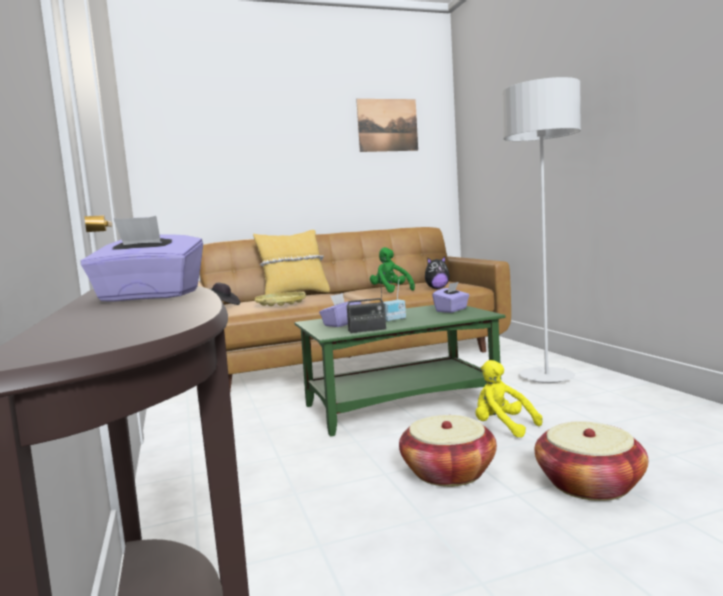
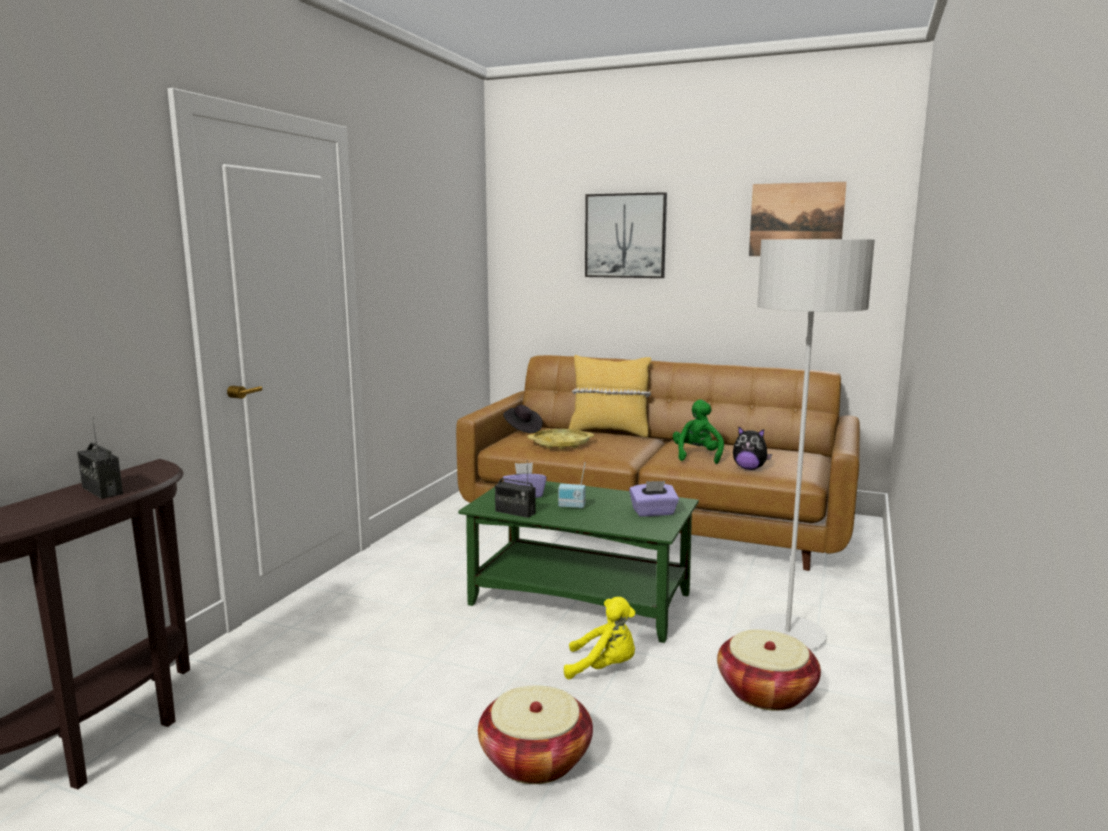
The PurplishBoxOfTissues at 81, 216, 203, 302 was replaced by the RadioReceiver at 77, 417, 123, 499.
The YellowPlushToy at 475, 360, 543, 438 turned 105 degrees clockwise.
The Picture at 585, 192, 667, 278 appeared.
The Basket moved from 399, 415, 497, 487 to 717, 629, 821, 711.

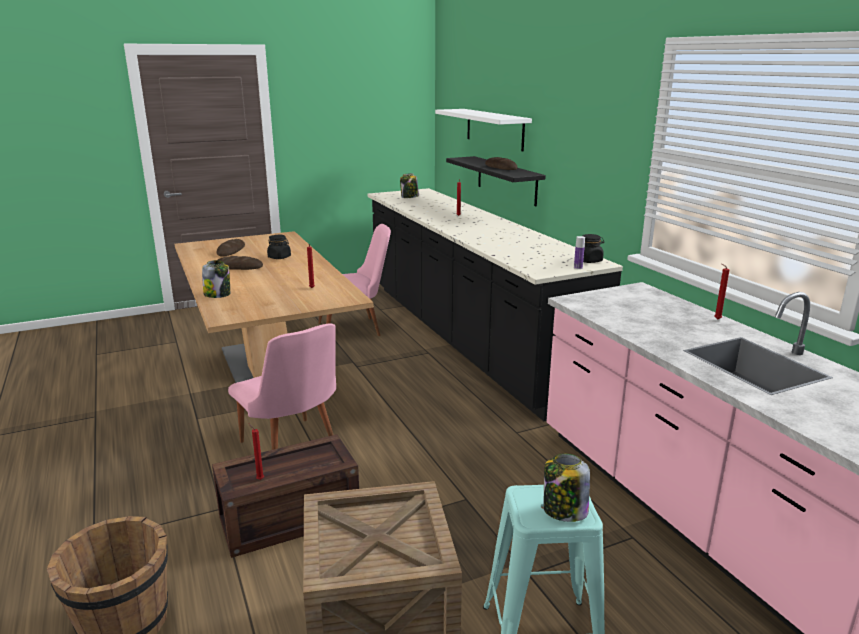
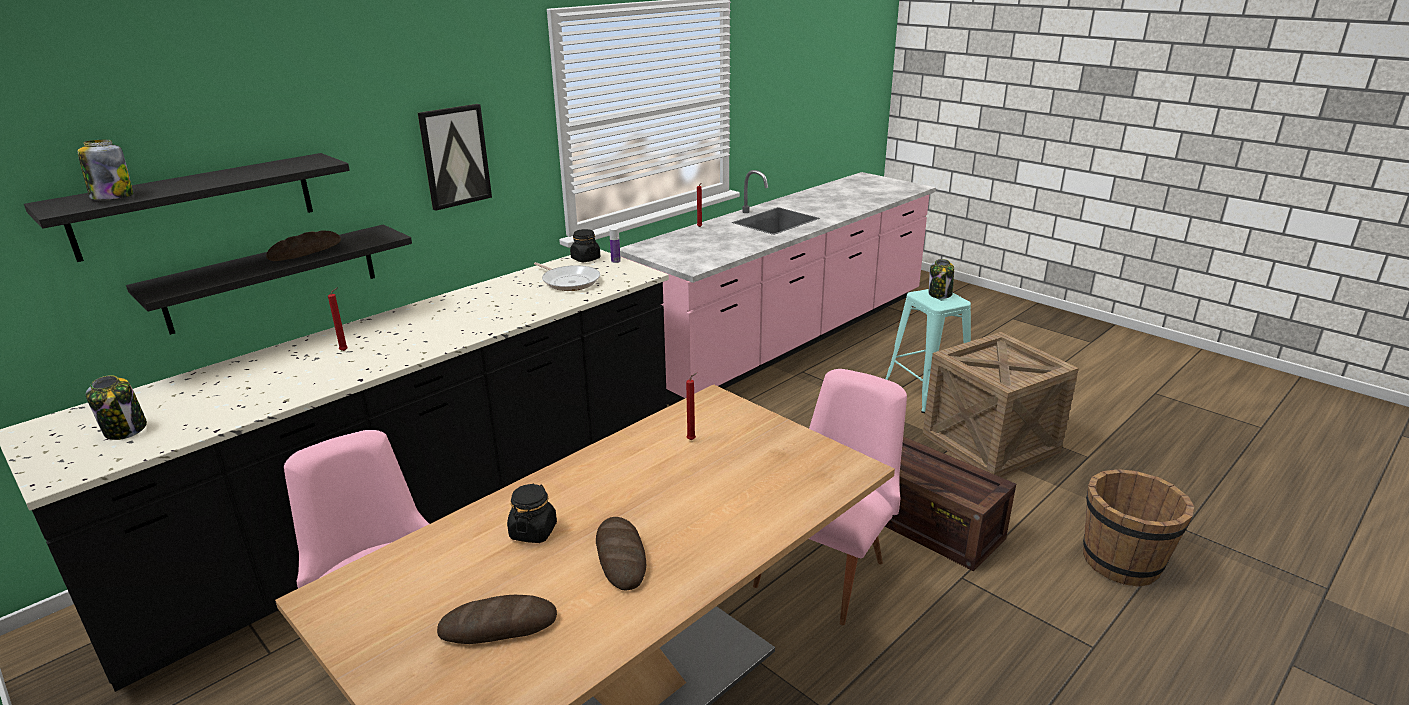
The WhiteShelf at 435, 109, 532, 151 became the BlackishShelf at 24, 153, 350, 262.
The Jar moved from 202, 260, 230, 298 to 78, 140, 133, 200.
The Picture at 418, 104, 492, 211 appeared.
The Skillet at 534, 262, 600, 291 appeared.
The ReddishCandle at 249, 424, 264, 480 disappeared.

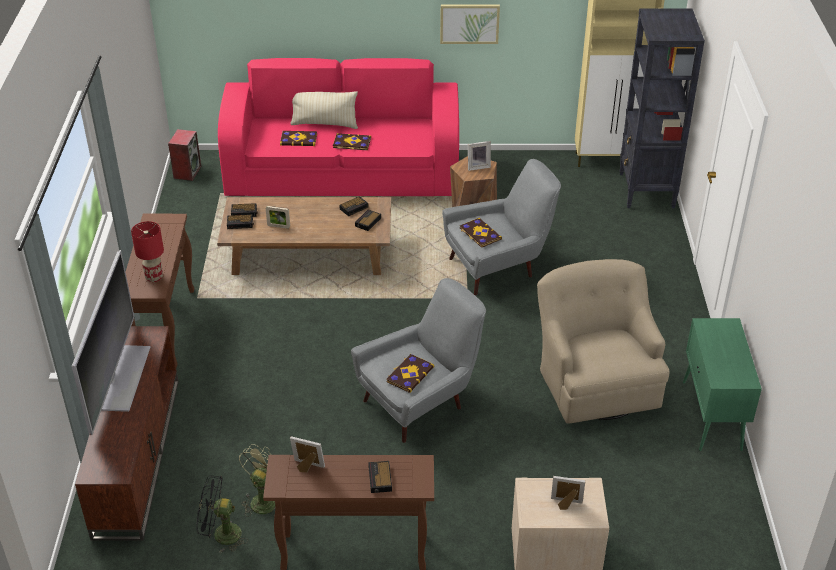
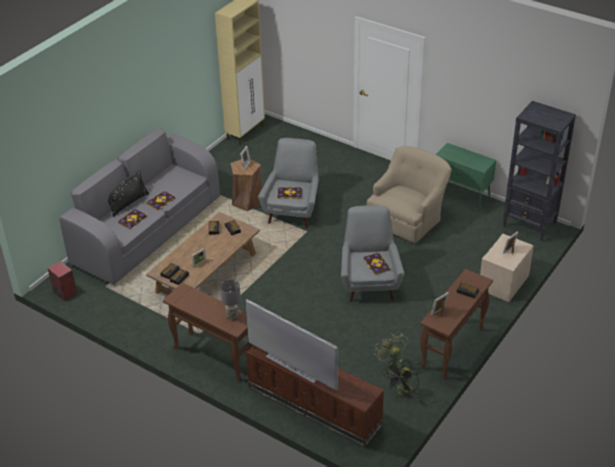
The PinkCouch at 218, 58, 459, 196 became the GreyCouch at 60, 128, 220, 284.
The SandColouredThrowPillow at 290, 91, 358, 129 became the BlackishThrowPillow at 108, 170, 149, 217.
The ReddishTableLamp at 131, 221, 164, 282 became the GreyTableLamp at 220, 279, 241, 319.
The SandColouredArmchair at 537, 259, 669, 423 turned 105 degrees clockwise.
The BlackishBookcase moved from 619, 8, 705, 208 to 503, 101, 576, 241.
The Picture at 440, 5, 500, 44 disappeared.

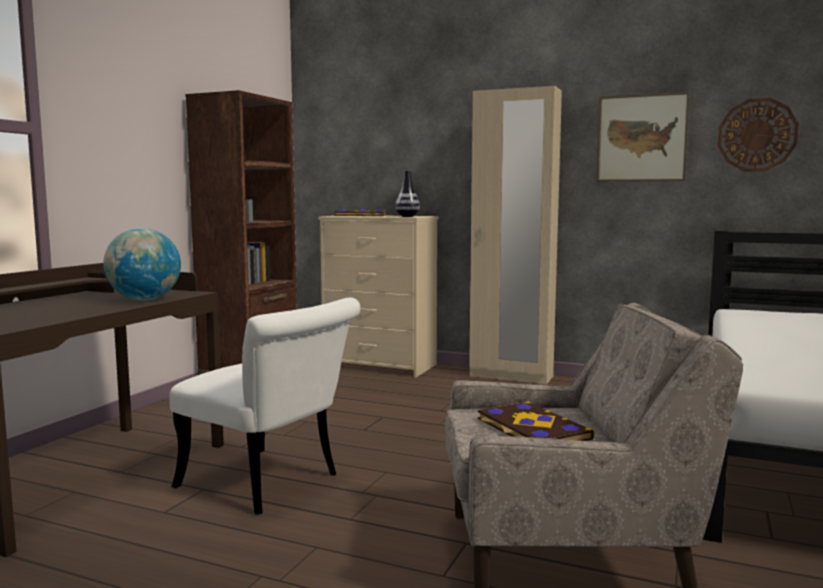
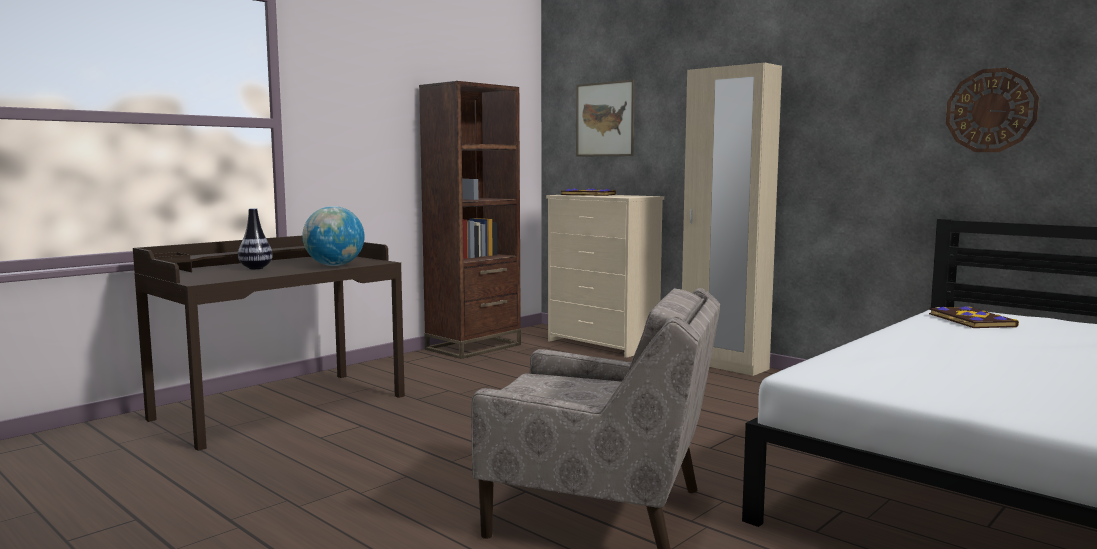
The FlowerVase moved from 395, 170, 420, 217 to 238, 208, 273, 269.
The Picture moved from 596, 92, 690, 182 to 576, 80, 635, 157.
The BoundBook moved from 478, 401, 594, 441 to 929, 306, 1019, 328.
The WhiteUprightChair at 169, 298, 361, 514 disappeared.

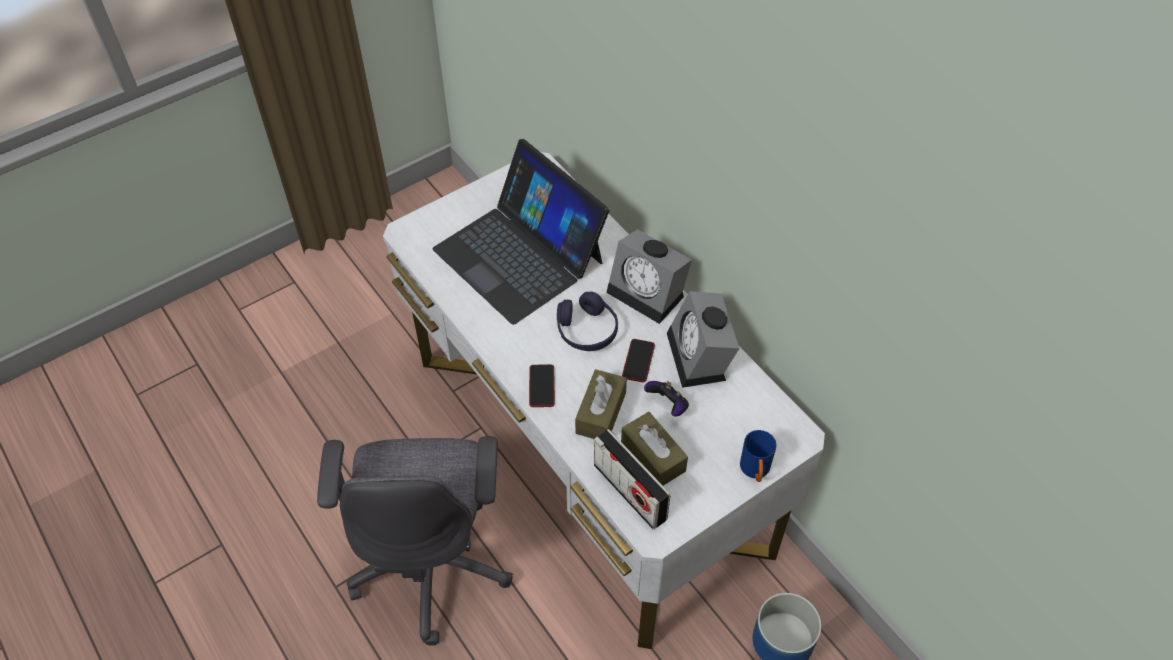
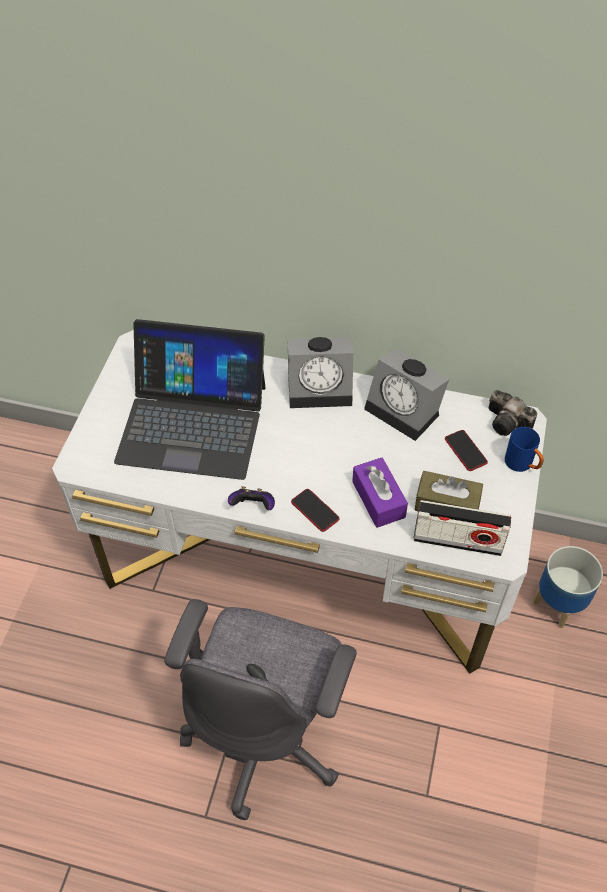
The GreyDeskChair at 317, 436, 513, 646 turned 60 degrees clockwise.
The Gamepad moved from 644, 381, 689, 417 to 228, 486, 275, 510.
The BrownColouredBoxOfTissues at 575, 369, 627, 439 became the PurplishBoxOfTissues at 352, 458, 408, 528.
The Handset moved from 622, 339, 655, 382 to 445, 430, 488, 471.
The StillCamera at 489, 390, 537, 436 appeared.
The PurplishHeadset at 557, 292, 618, 351 disappeared.

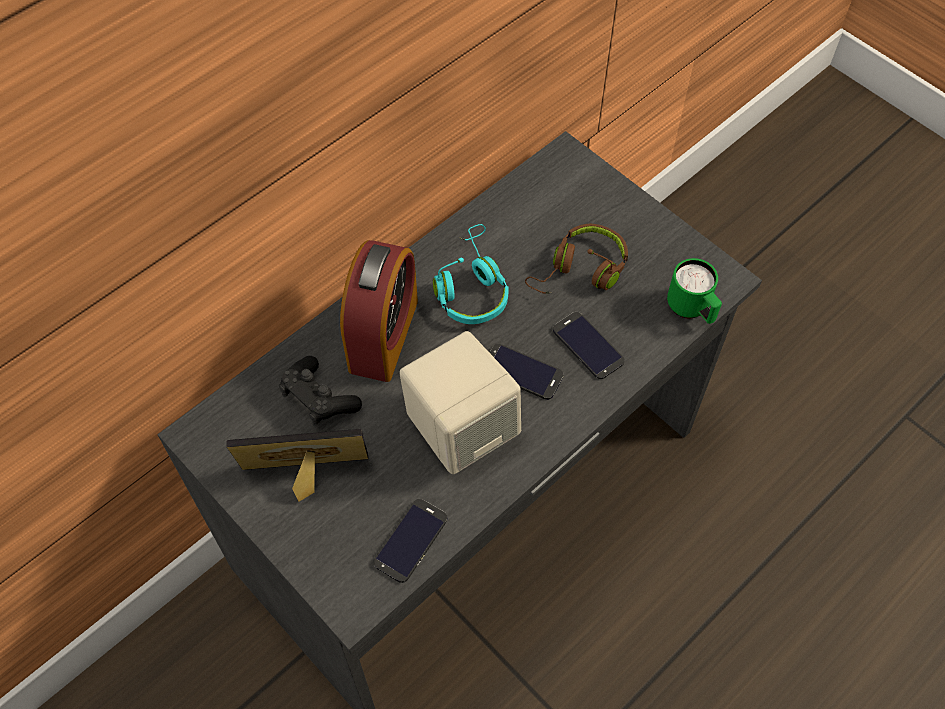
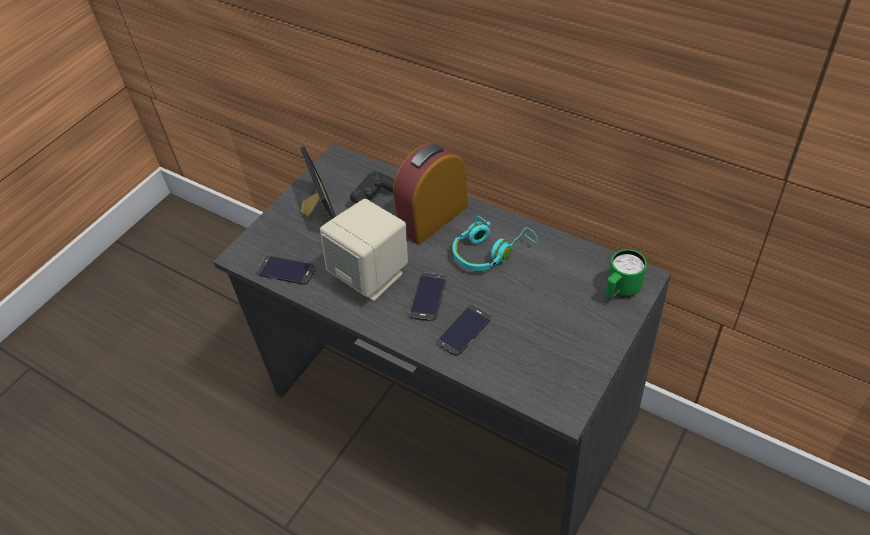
The AlarmClock at 340, 240, 418, 382 turned 135 degrees clockwise.
The GreenishMug moved from 667, 258, 722, 324 to 606, 249, 647, 298.
The BrownColouredHeadset at 525, 224, 628, 294 disappeared.

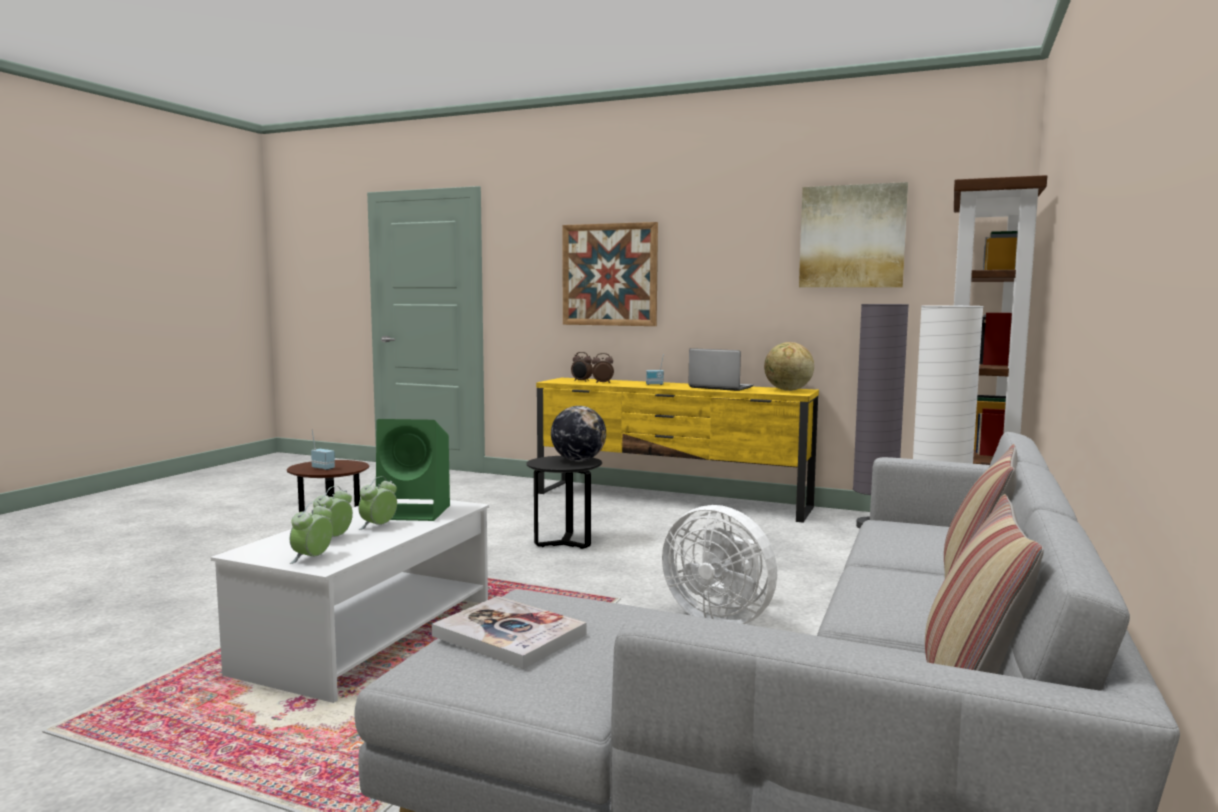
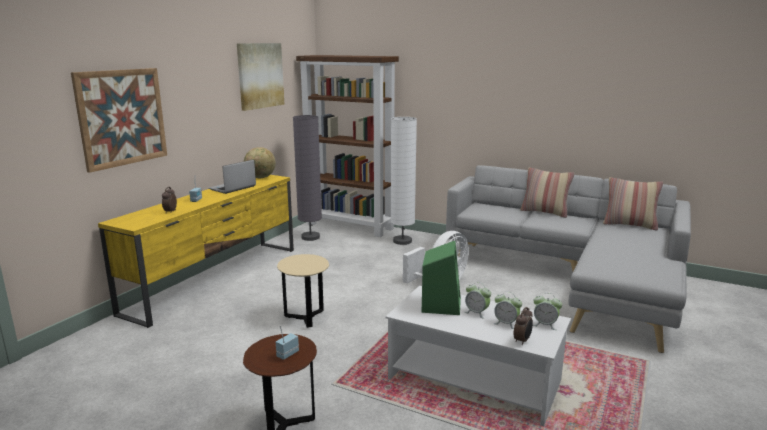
The BlackishSideTable at 526, 456, 602, 549 became the SandColouredSideTable at 277, 254, 329, 328.
The AlarmClock moved from 571, 352, 593, 382 to 514, 307, 533, 345.
The BoundBook at 432, 596, 587, 669 disappeared.
The WorldGlobe at 551, 406, 606, 461 disappeared.

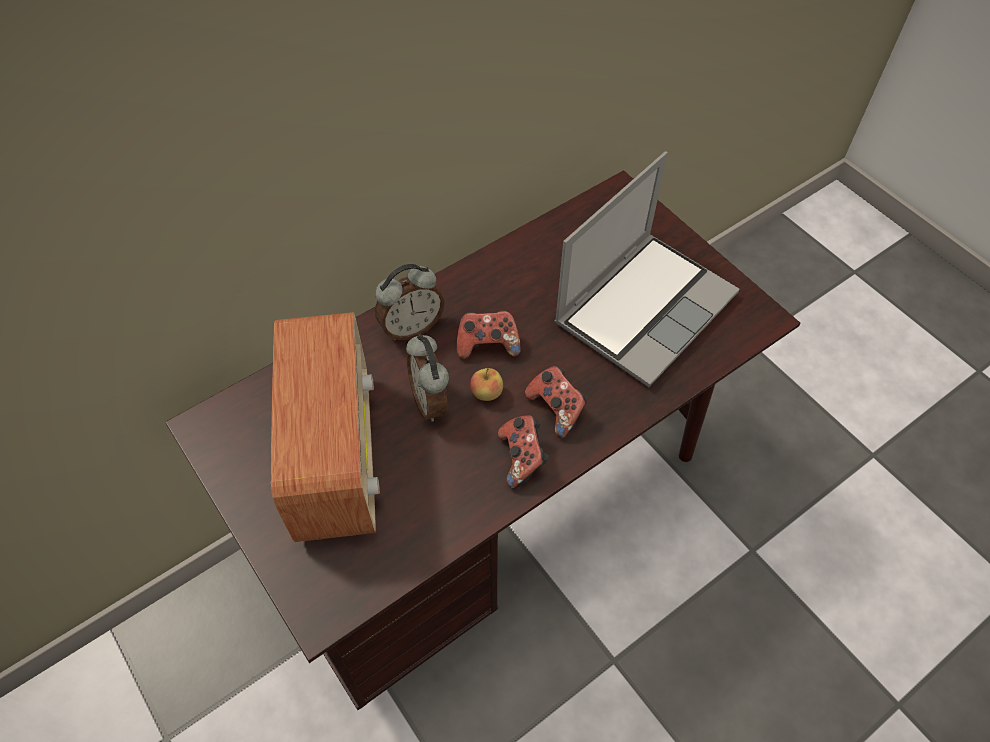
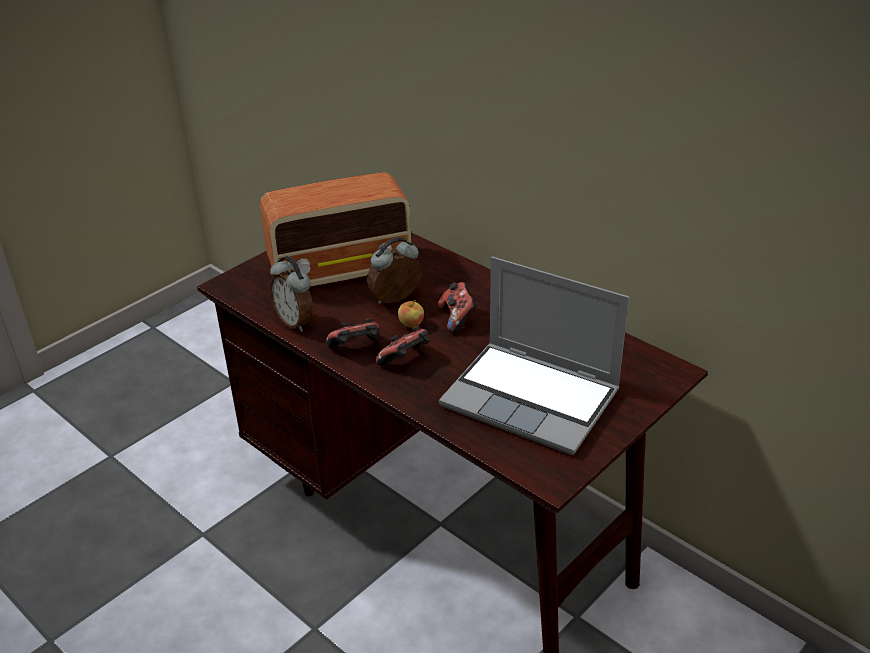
The AlarmClock moved from 375, 264, 444, 340 to 269, 256, 313, 332.

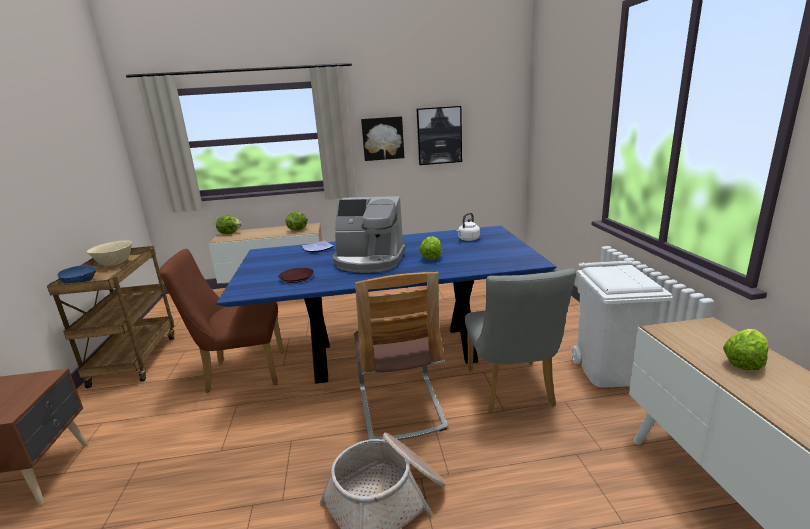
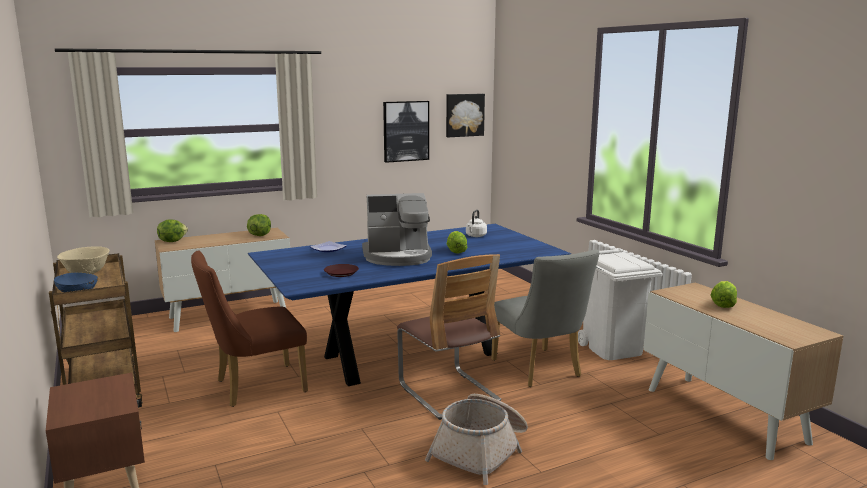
The Picture moved from 361, 116, 404, 161 to 446, 94, 485, 137.

